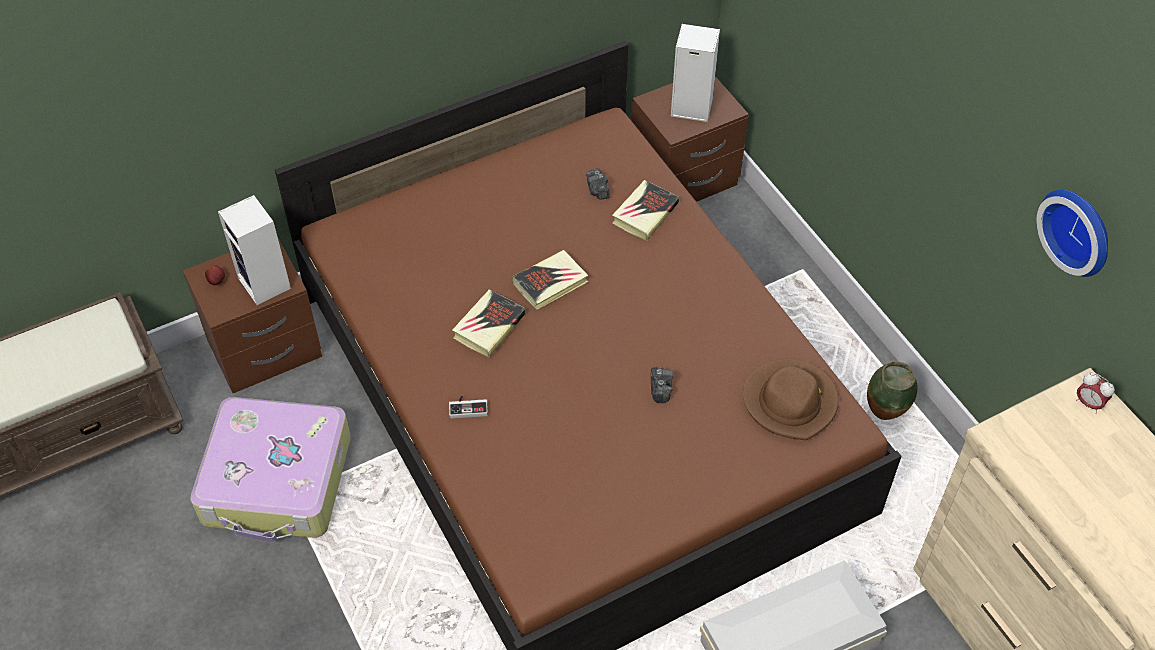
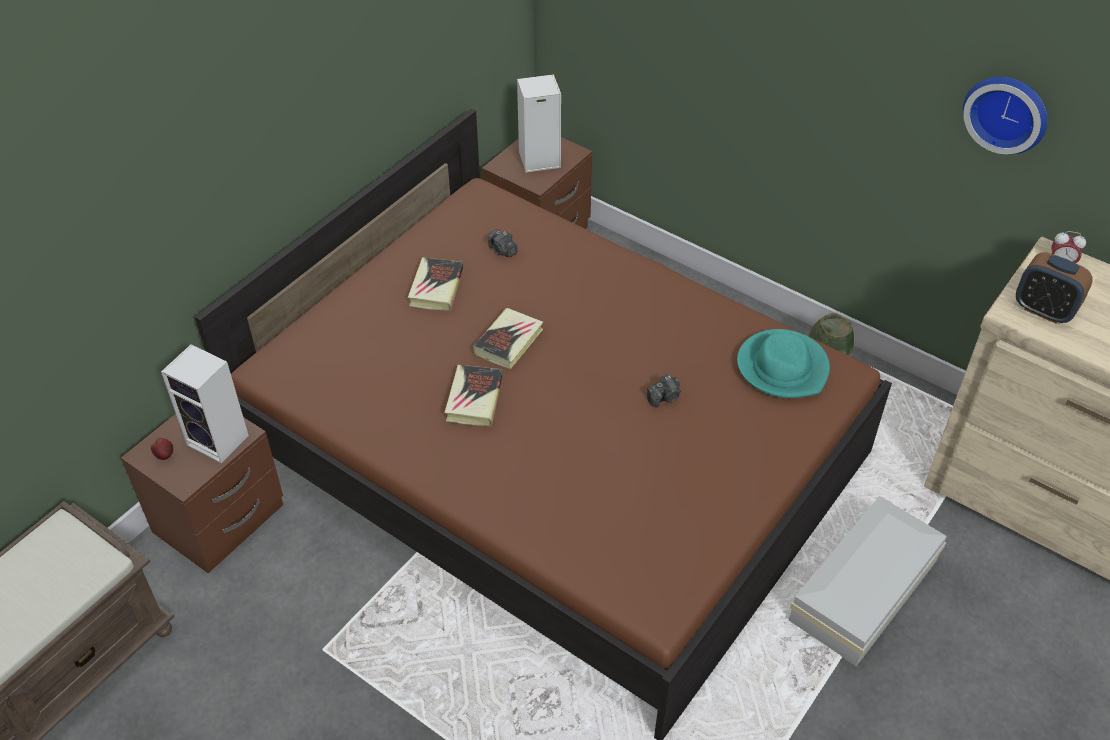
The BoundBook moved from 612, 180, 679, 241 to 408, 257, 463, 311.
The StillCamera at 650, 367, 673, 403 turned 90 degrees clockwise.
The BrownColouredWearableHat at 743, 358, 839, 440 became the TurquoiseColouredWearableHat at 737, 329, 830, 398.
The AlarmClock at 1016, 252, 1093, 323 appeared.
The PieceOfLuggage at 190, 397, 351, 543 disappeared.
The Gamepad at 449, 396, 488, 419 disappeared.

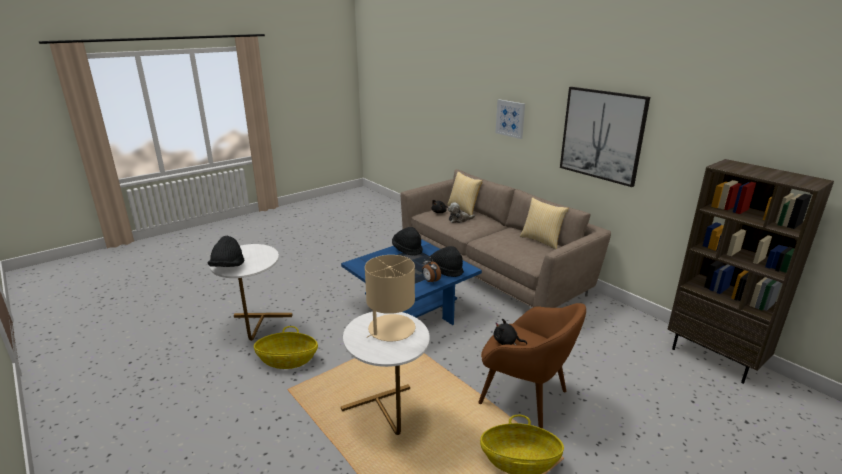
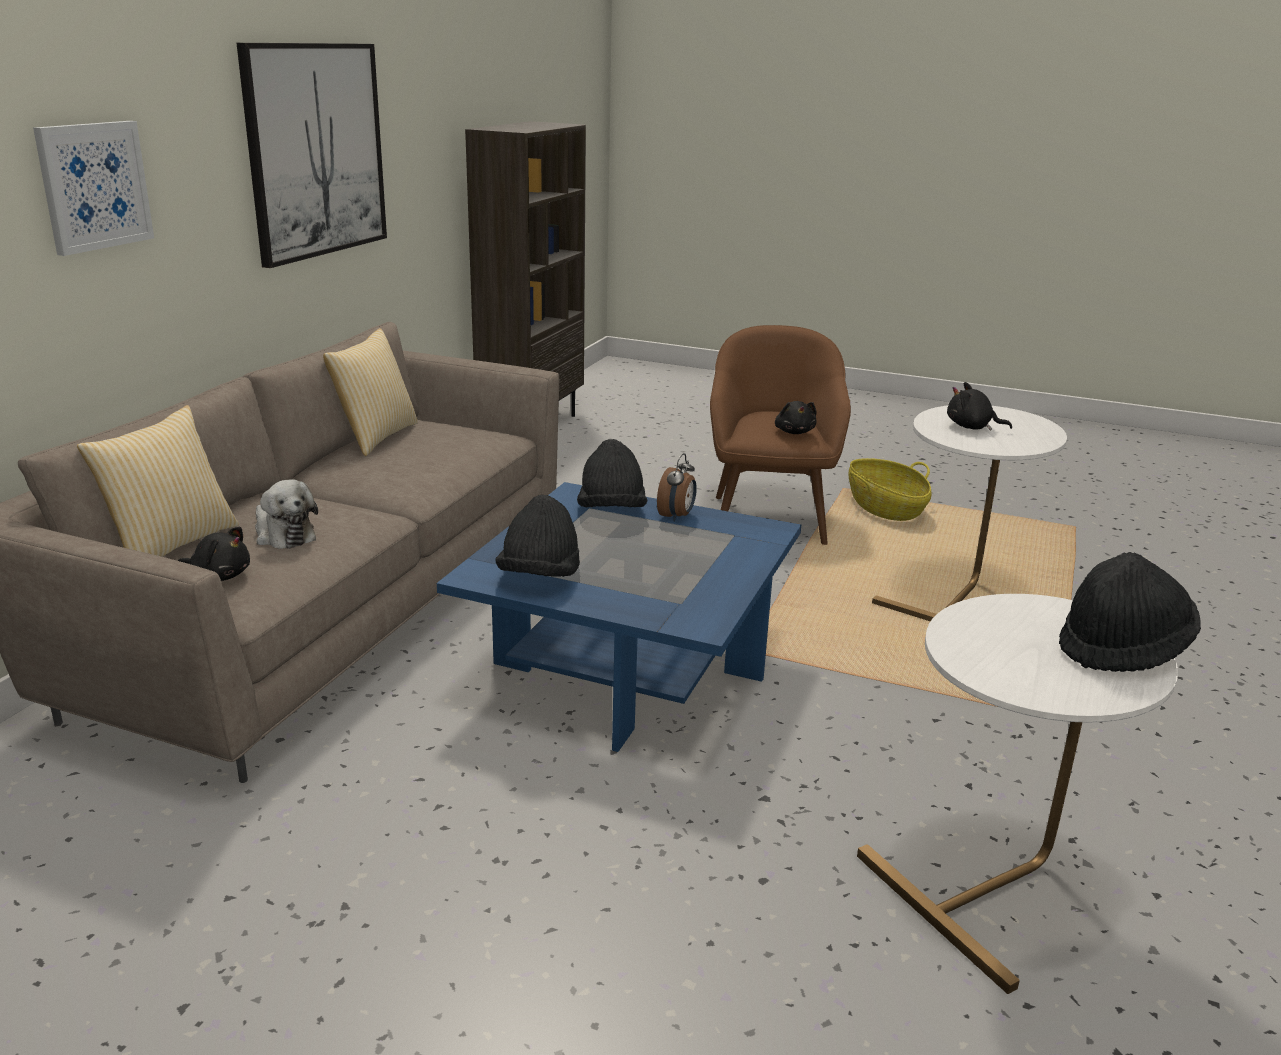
The SandColouredTableLamp at 365, 255, 415, 341 was replaced by the BlackishPlushToy at 947, 382, 1012, 431.
The Basket at 254, 326, 318, 369 disappeared.

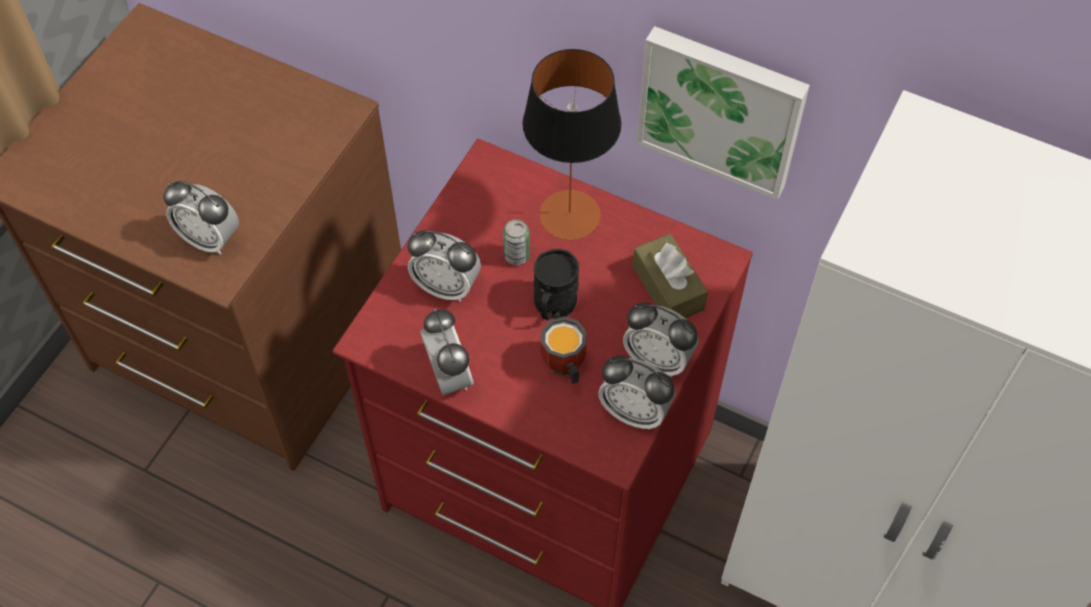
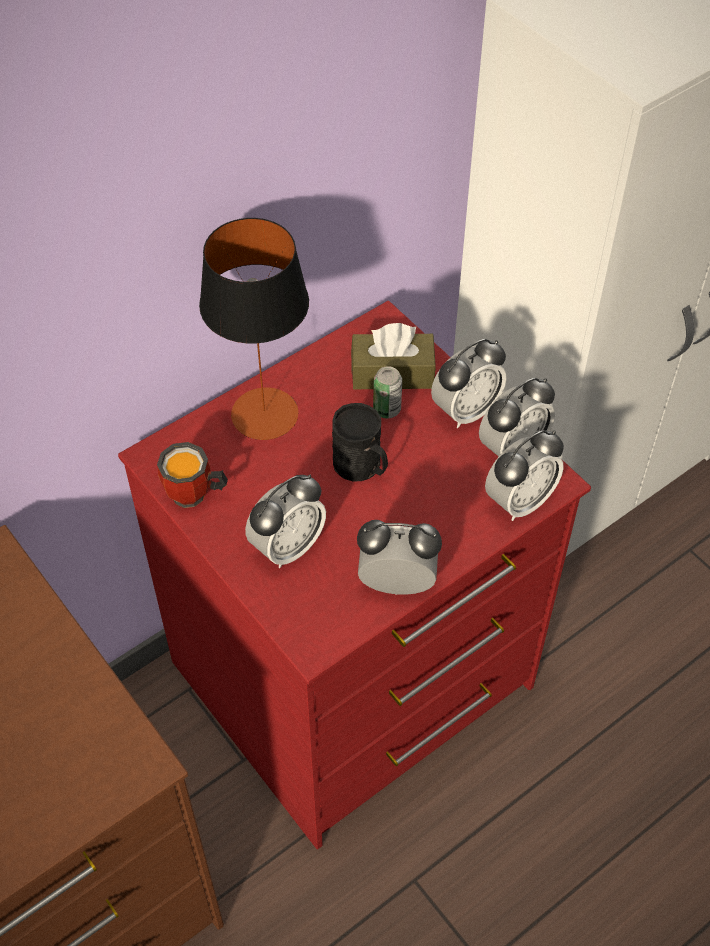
The Mug moved from 540, 317, 587, 384 to 157, 442, 228, 508.
The MetalCan moved from 503, 219, 530, 265 to 373, 366, 402, 418.
The AlarmClock moved from 163, 181, 239, 255 to 485, 430, 564, 521.
The Picture at 636, 26, 810, 200 disappeared.

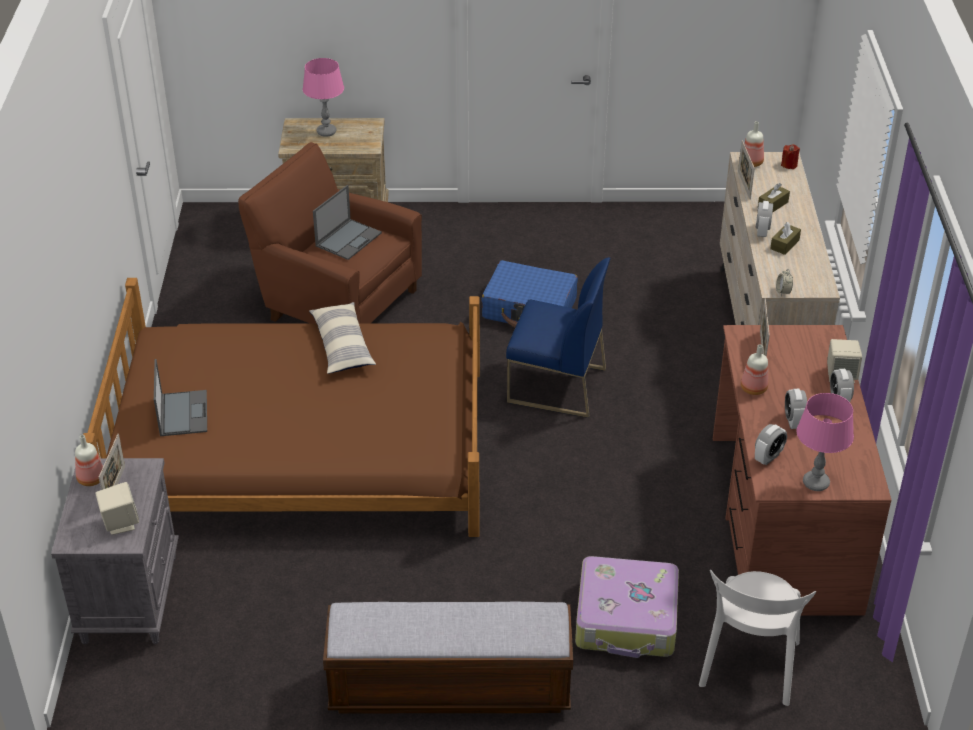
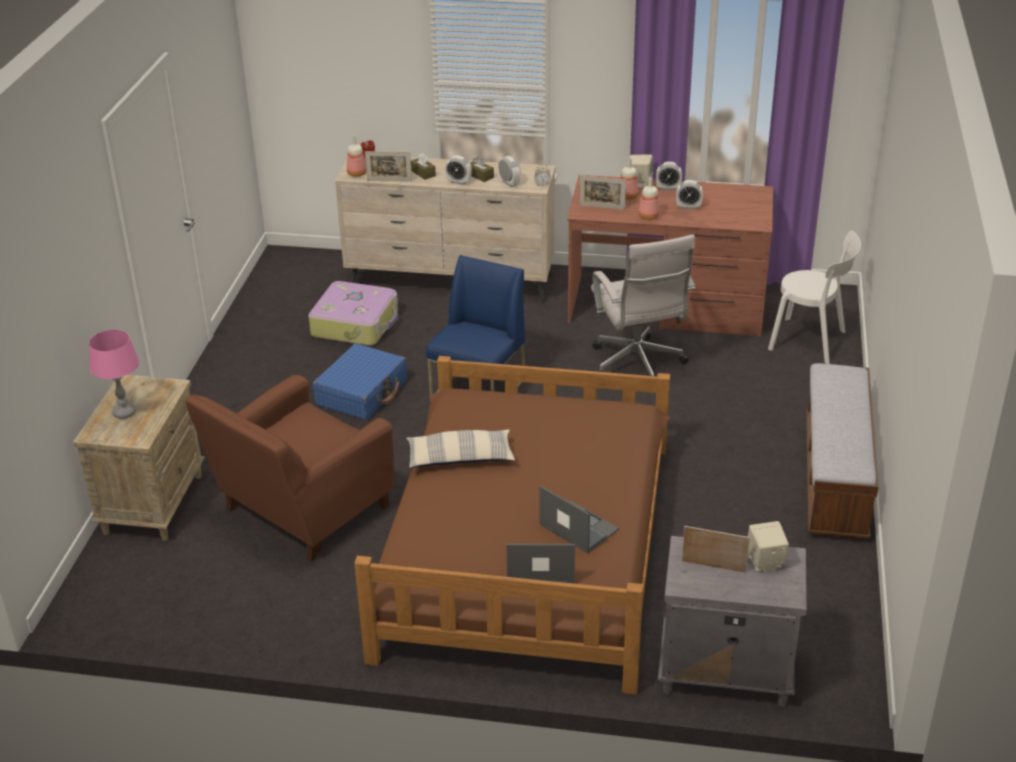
The PieceOfLuggage moved from 575, 556, 679, 658 to 308, 281, 398, 346.
The AlarmClock moved from 755, 424, 787, 465 to 498, 156, 521, 187.
The Laptop moved from 313, 185, 382, 260 to 539, 485, 619, 553.
The WhiteDeskChair at 591, 235, 696, 376 appeared.
The DrinkBottle moved from 75, 435, 103, 486 to 620, 158, 639, 200.
The PinkTableLamp at 797, 393, 854, 491 disappeared.

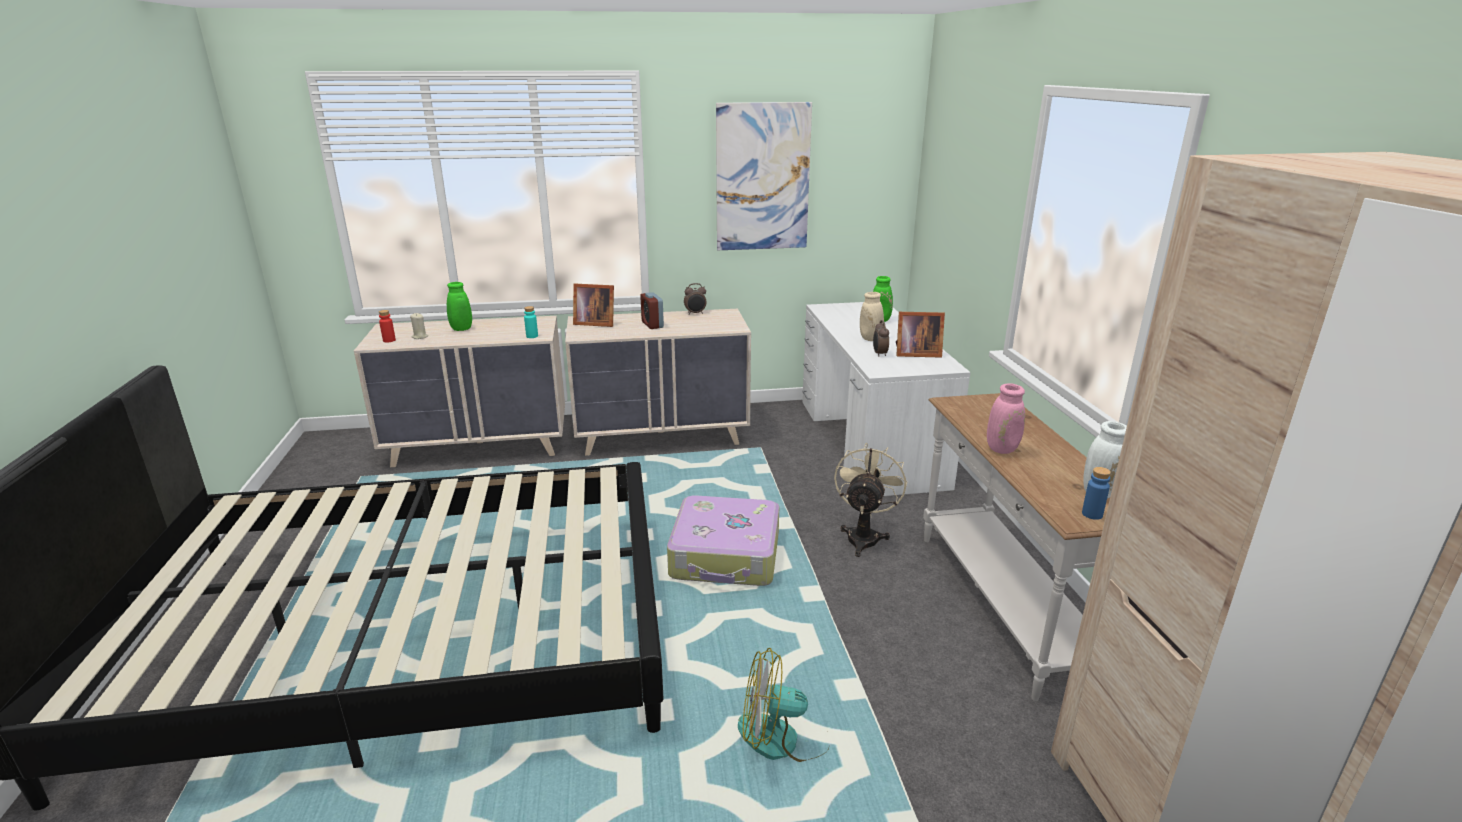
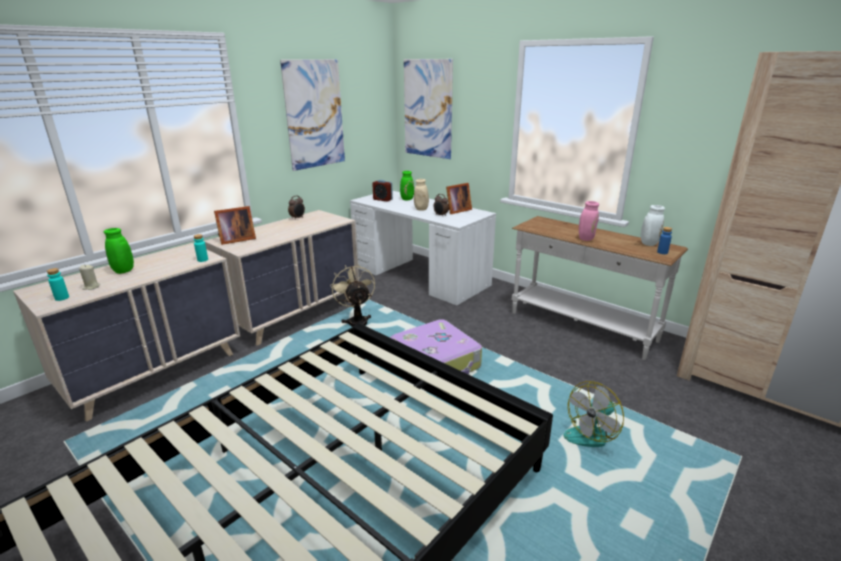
The ReddishDrinkBottle at 379, 310, 396, 342 became the TurquoiseColouredDrinkBottle at 47, 268, 69, 301.
The SandColouredFan moved from 834, 443, 907, 557 to 330, 264, 375, 327.
The AlarmClock moved from 640, 292, 664, 329 to 372, 180, 393, 202.
The Picture at 404, 59, 453, 159 appeared.

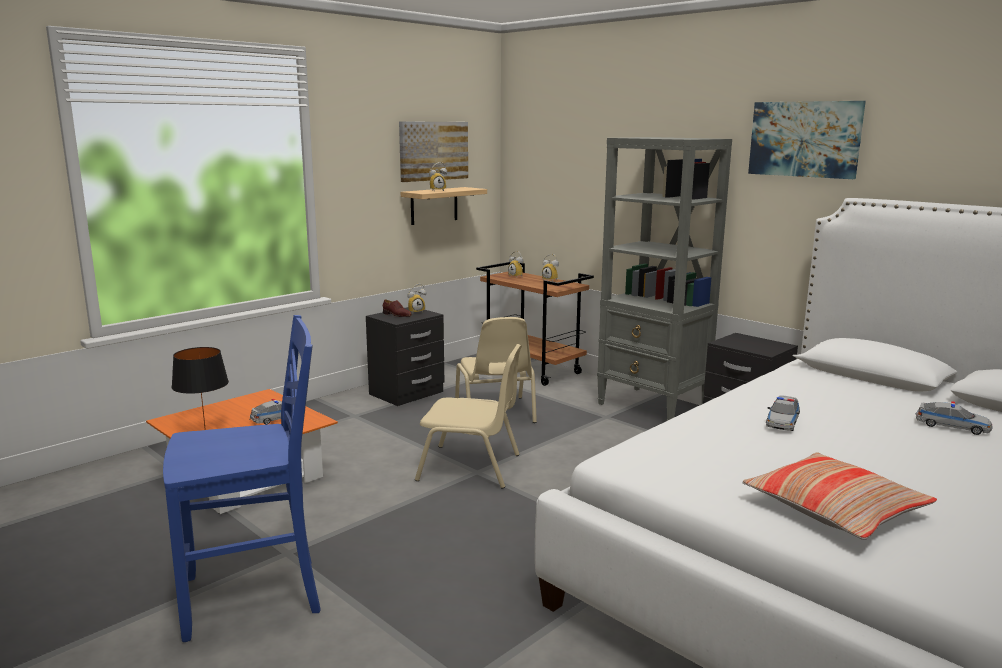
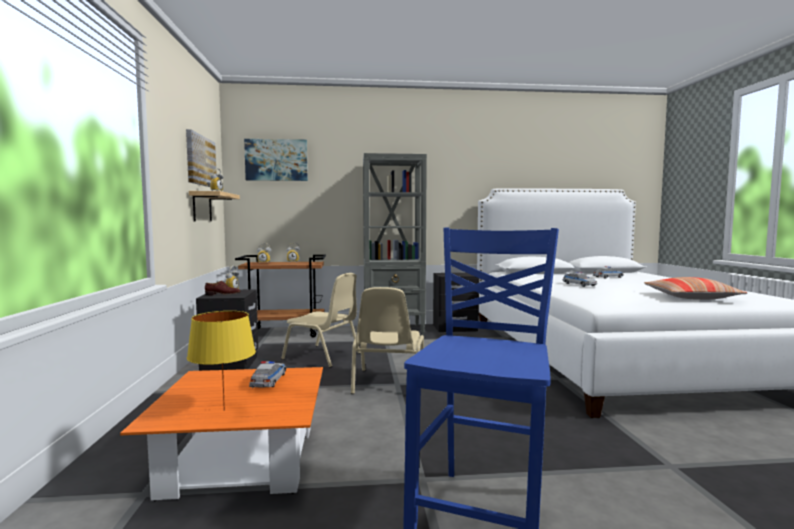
The BlackishTableLamp at 171, 347, 229, 430 became the YellowTableLamp at 187, 311, 256, 411.
The Picture moved from 748, 101, 866, 179 to 244, 139, 308, 181.
The SandColouredUprightChair at 415, 344, 522, 489 turned 135 degrees clockwise.

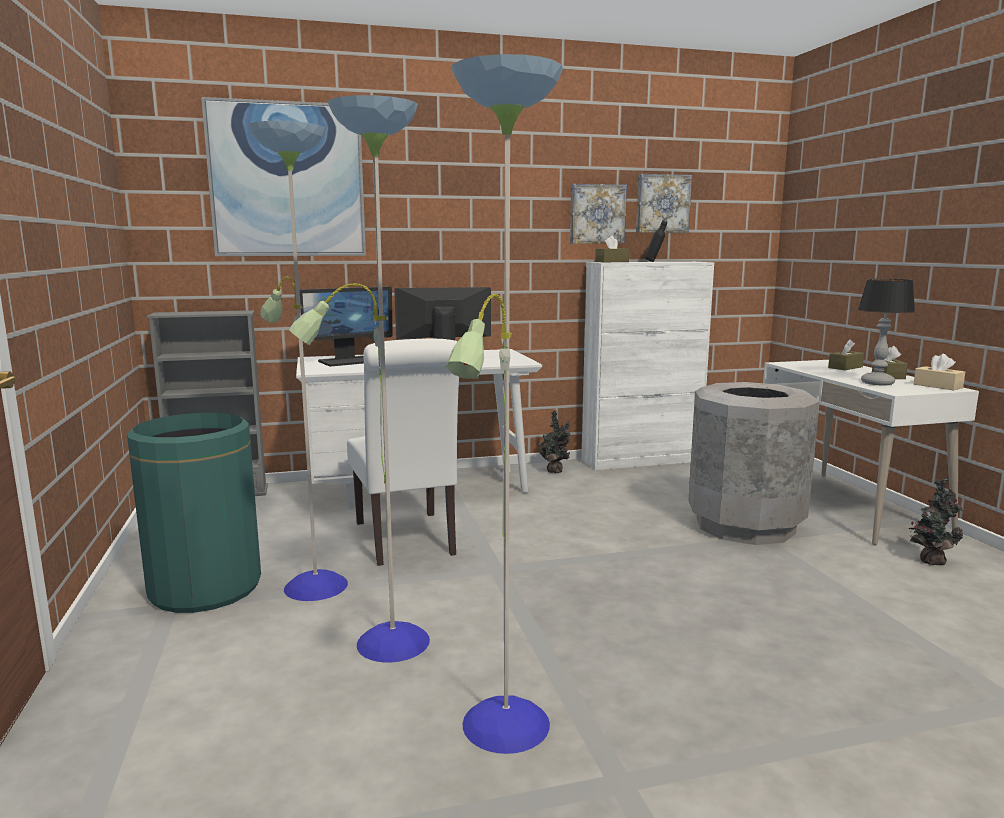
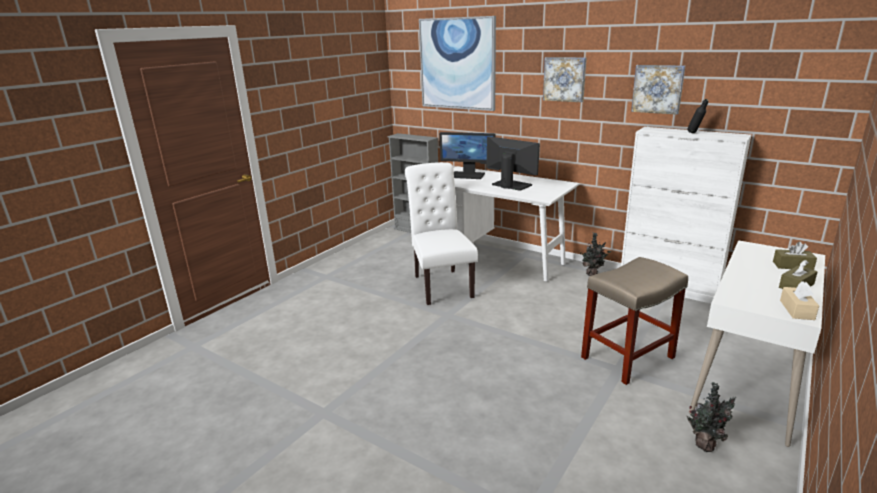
The WhiteUprightChair at 347, 339, 459, 566 turned 135 degrees clockwise.
The Picture moved from 636, 174, 692, 233 to 543, 57, 587, 102.
The GreyWasteBin at 689, 382, 820, 545 was replaced by the SandColouredStoolSeat at 581, 257, 688, 385.
The GreenishWasteBin at 127, 413, 261, 613 disappeared.
The StandardLamp at 248, 54, 563, 754 disappeared.
The BrownColouredBoxOfTissues at 595, 236, 629, 262 disappeared.
The TableLamp at 858, 279, 915, 385 disappeared.

